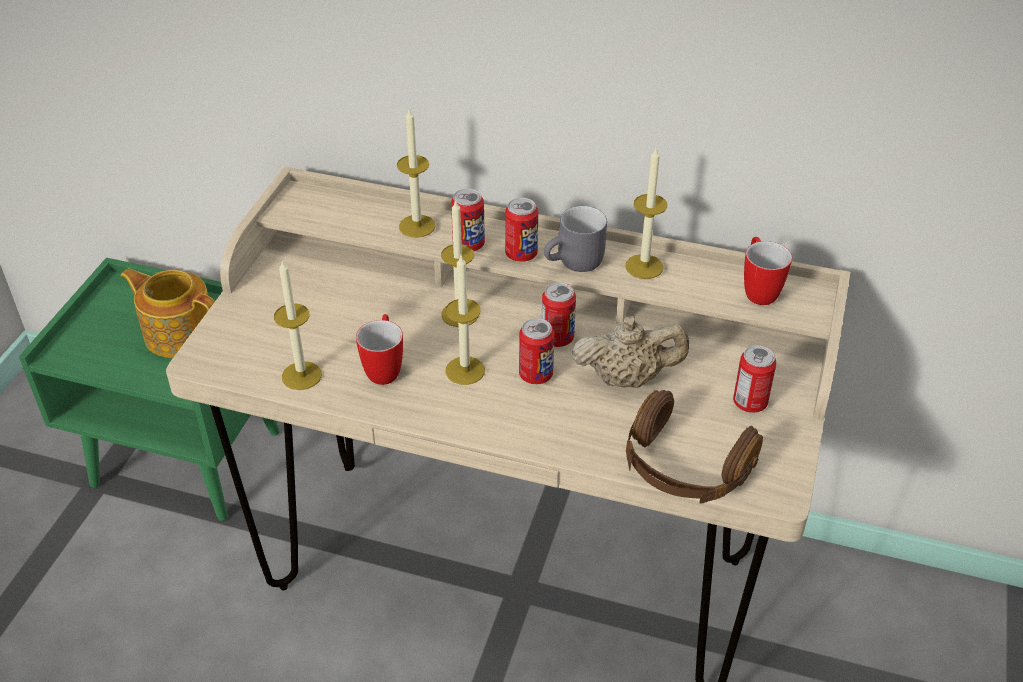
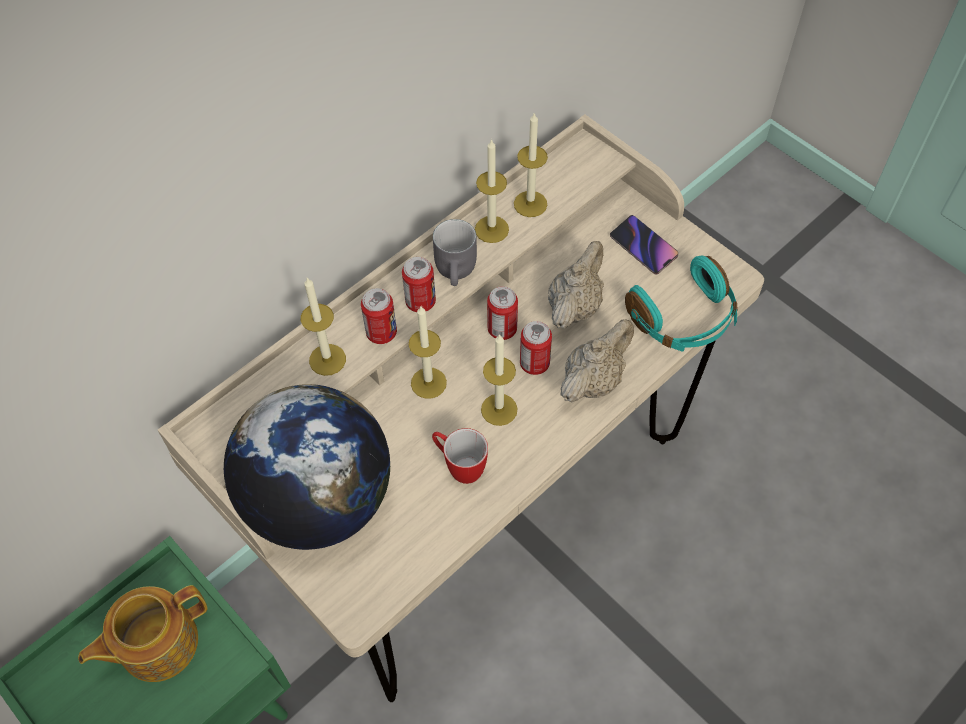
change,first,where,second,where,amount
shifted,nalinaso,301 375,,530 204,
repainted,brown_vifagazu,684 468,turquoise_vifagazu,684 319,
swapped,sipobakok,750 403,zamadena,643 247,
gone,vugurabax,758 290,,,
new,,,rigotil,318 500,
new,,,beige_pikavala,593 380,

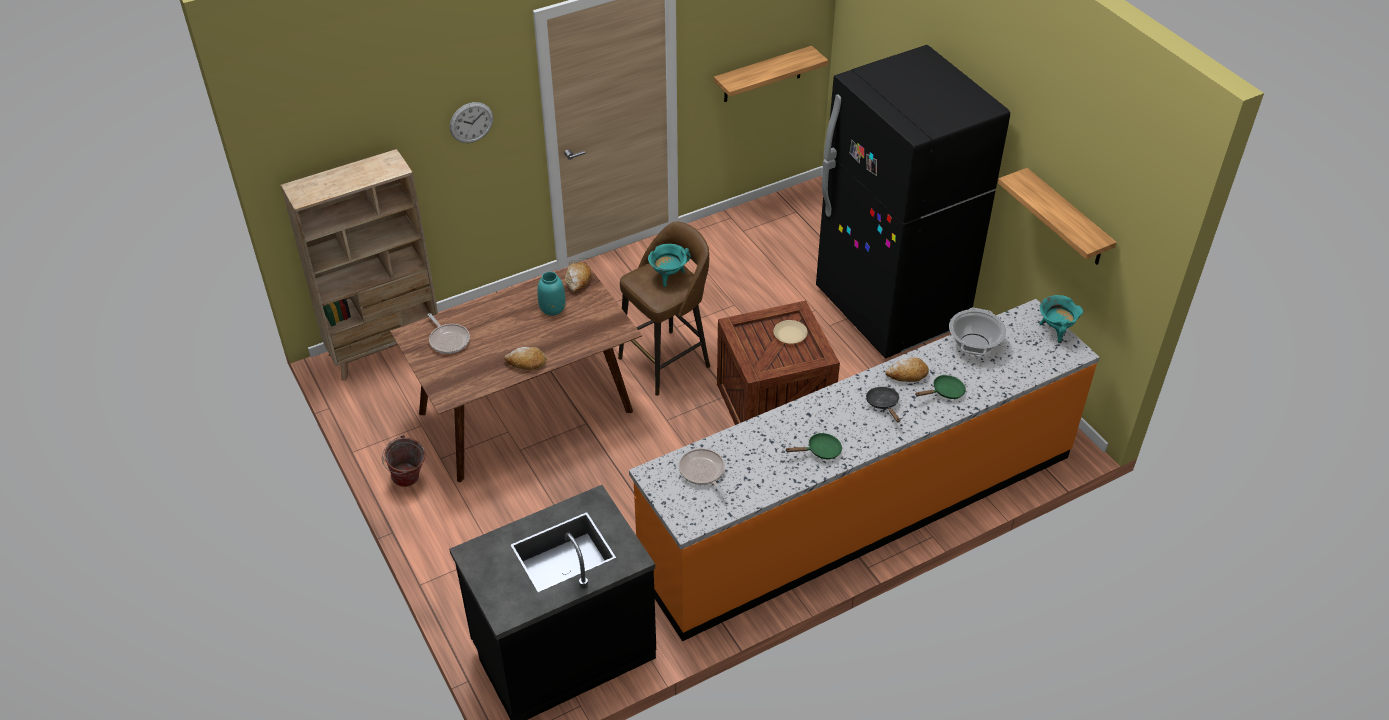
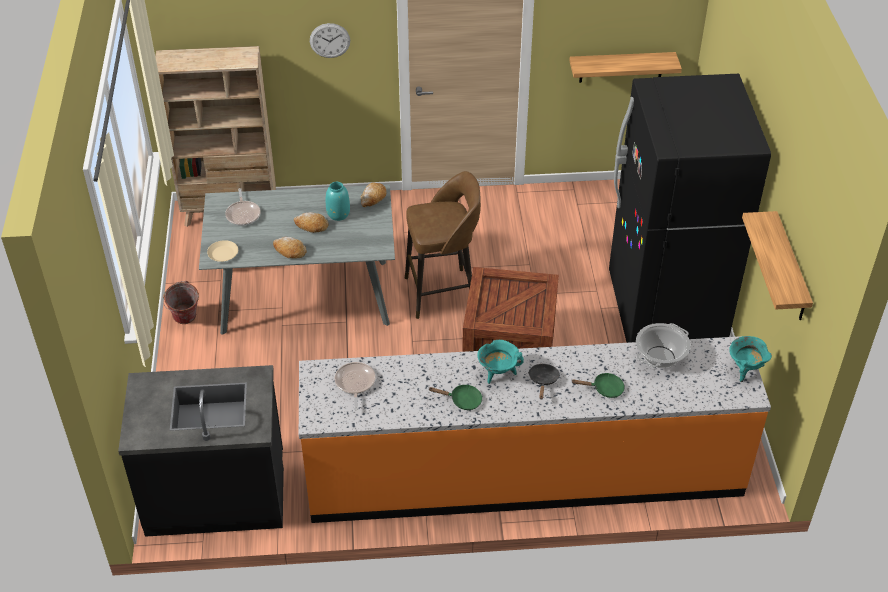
change,first,where,second,where,amount
repainted,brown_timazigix,526 411,grey_timazigix,306 296,
shifted,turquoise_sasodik,668 276,,498 373,
shifted,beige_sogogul,790 335,,223 254,
shifted,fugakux,907 375,,311 226,

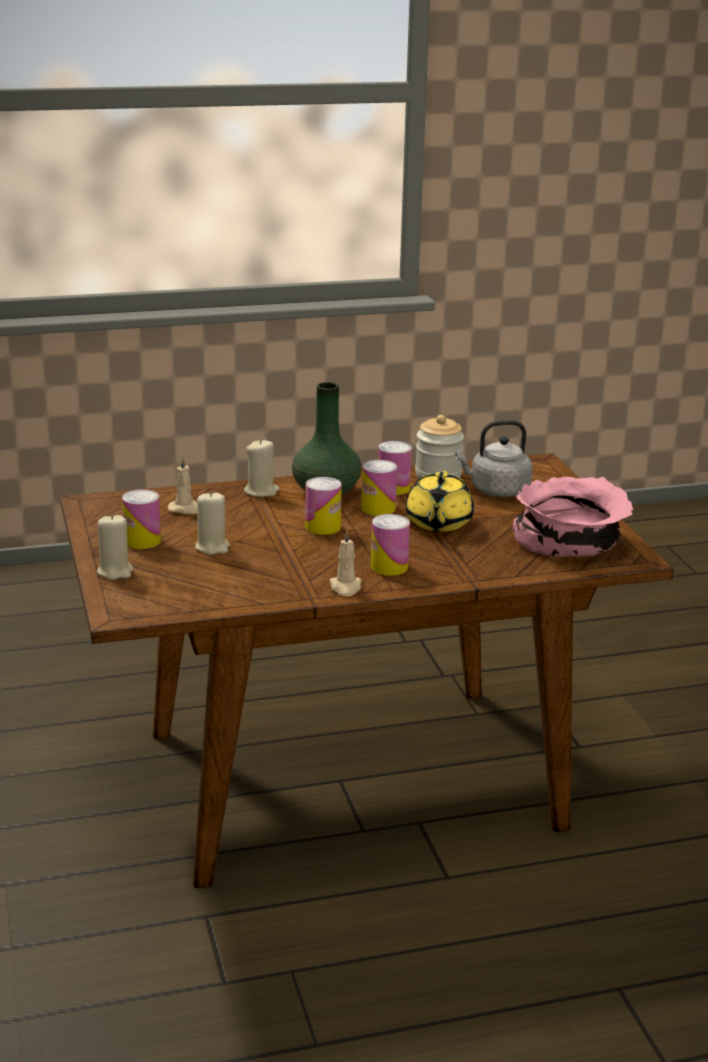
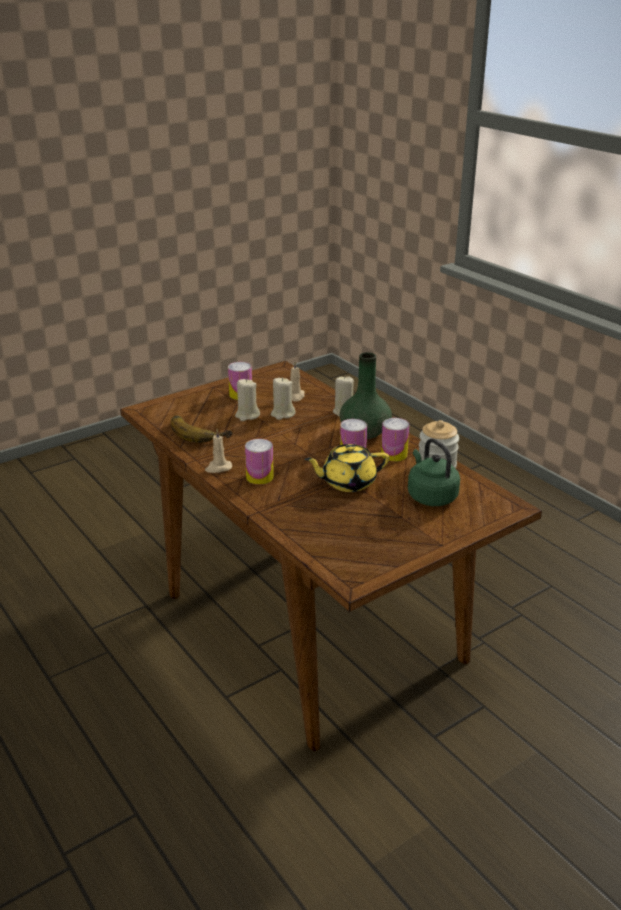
change,first,where,second,where,amount
shifted,beige_nalinaso,115 571,,282 414,
gone,sipobakok,323 527,,,
repainted,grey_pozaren,496 491,green_pozaren,430 496,
gone,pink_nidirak,570 541,,,
new,,,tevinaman,199 431,

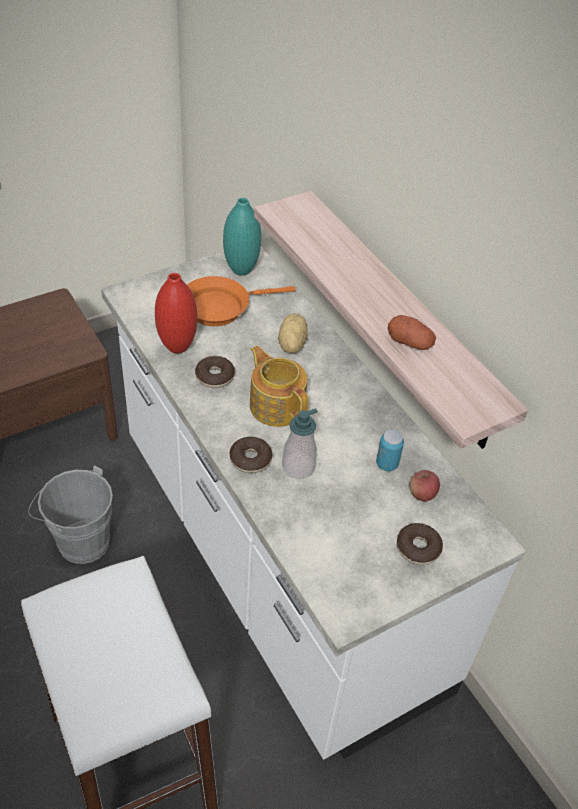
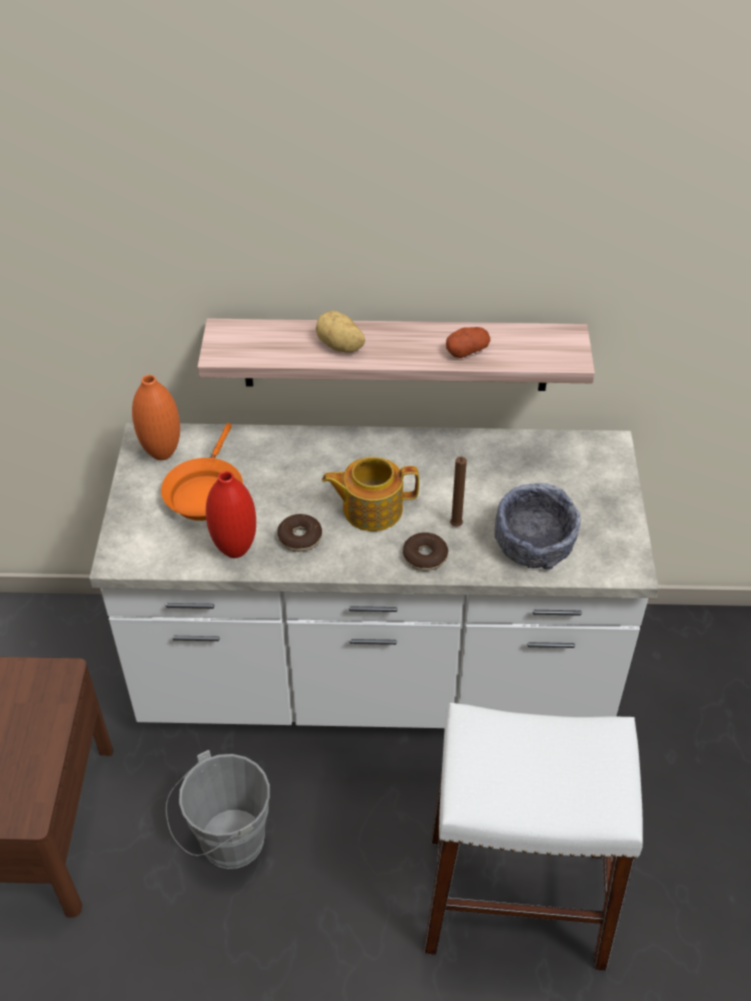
change,first,where,second,where,amount
repainted,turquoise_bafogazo,241 270,orange_bafogazo,162 453,
shifted,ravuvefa,290 344,,340 346,
swapped,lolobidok,298 466,brown_nalinaso,456 527,
gone,sipobakok,387 464,,,
gone,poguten,418 548,,,
gone,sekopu,422 494,,,
new,,,grey_nidirak,534 545,

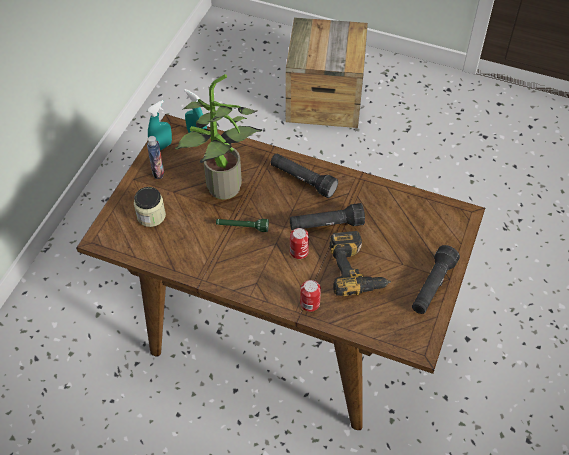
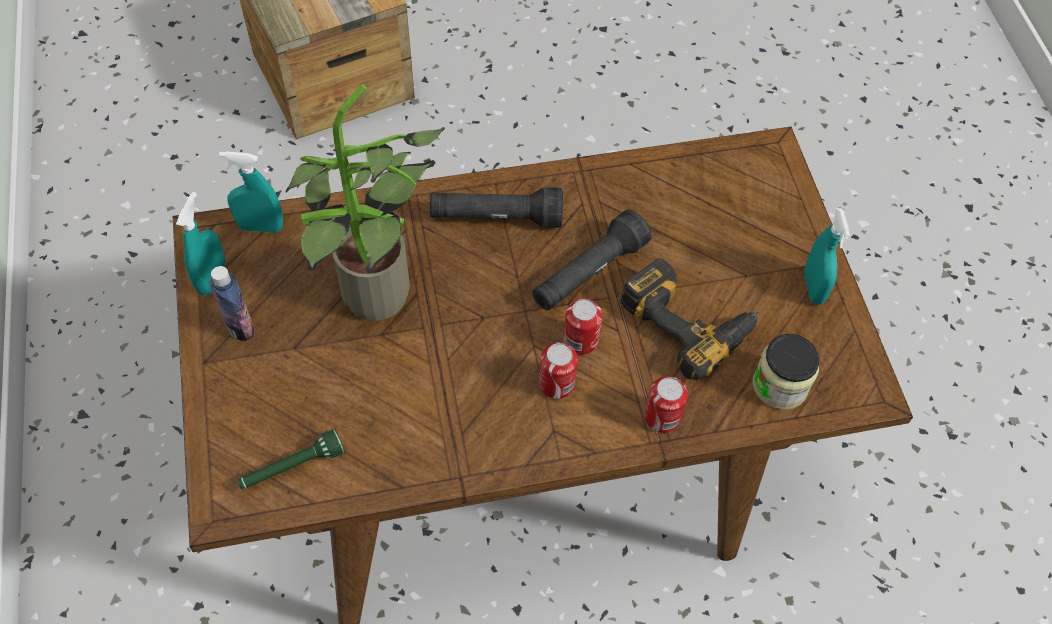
change,first,where,second,where,amount
shifted,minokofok,151 216,,780 385,
shifted,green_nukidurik,242 227,,292 467,
swapped,black_nukidurik,432 286,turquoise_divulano,813 287,
new,,,sipobakok,556 384,

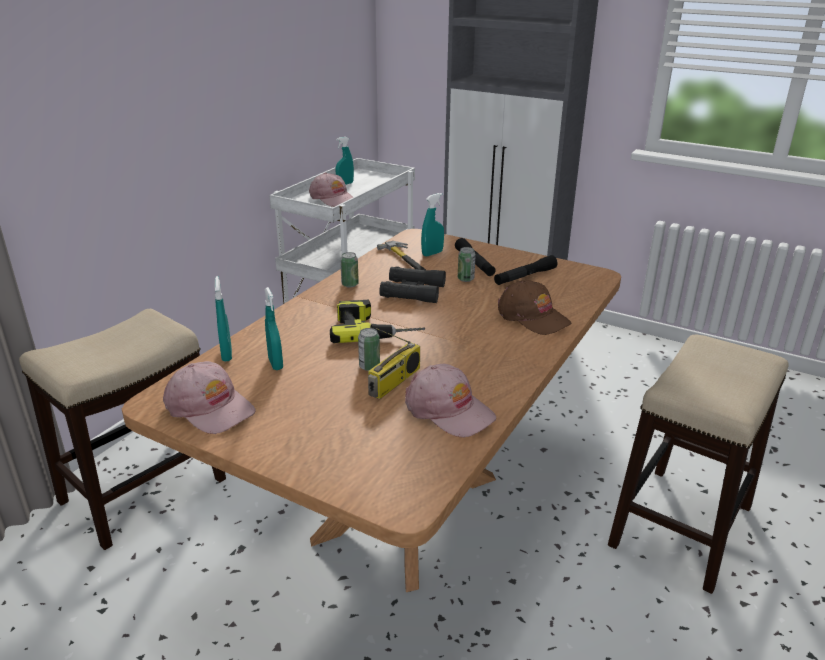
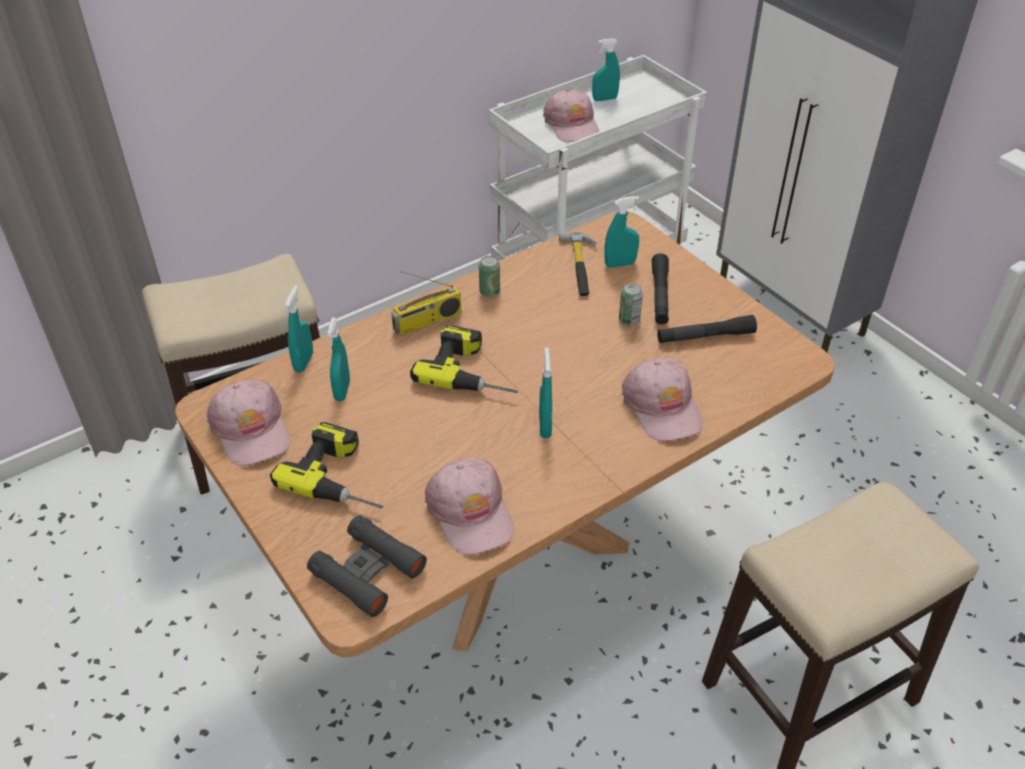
change,first,where,second,where,amount
gone,sipobakok,369 366,,,
shifted,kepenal,395 382,,427 322,
shifted,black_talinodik,413 291,,367 571,
repainted,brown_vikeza,532 317,pink_vikeza,662 407,
new,,,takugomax,343 476,
new,,,turquoise_divulano,545 426,

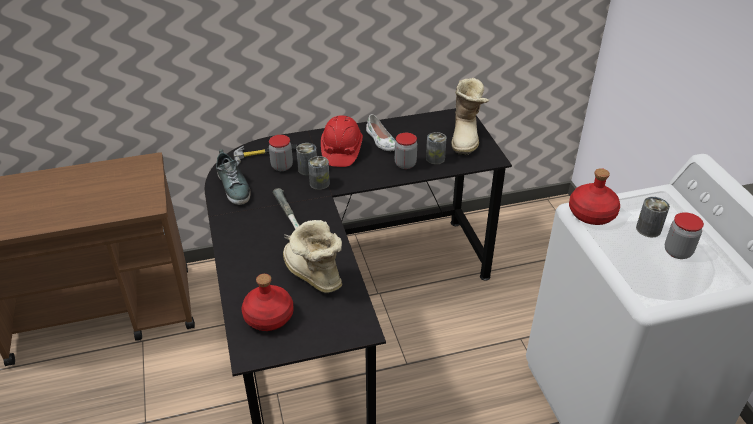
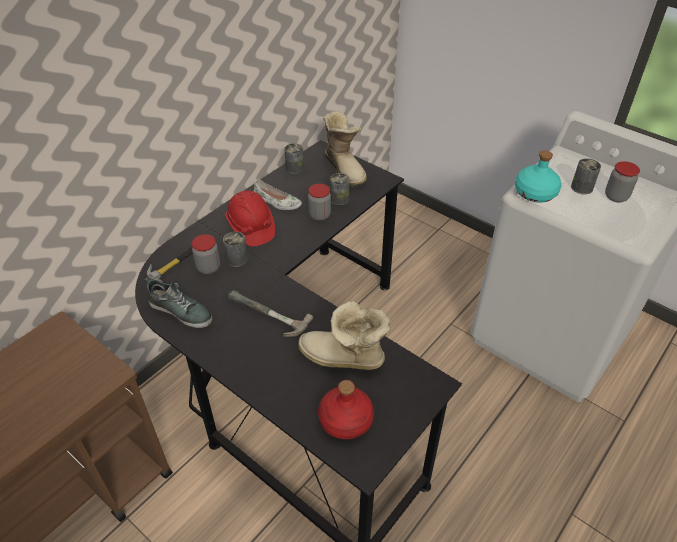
change,first,where,second,where,amount
shifted,sipobakok,319 183,,294 168,
repainted,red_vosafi,591 214,turquoise_vosafi,534 193,

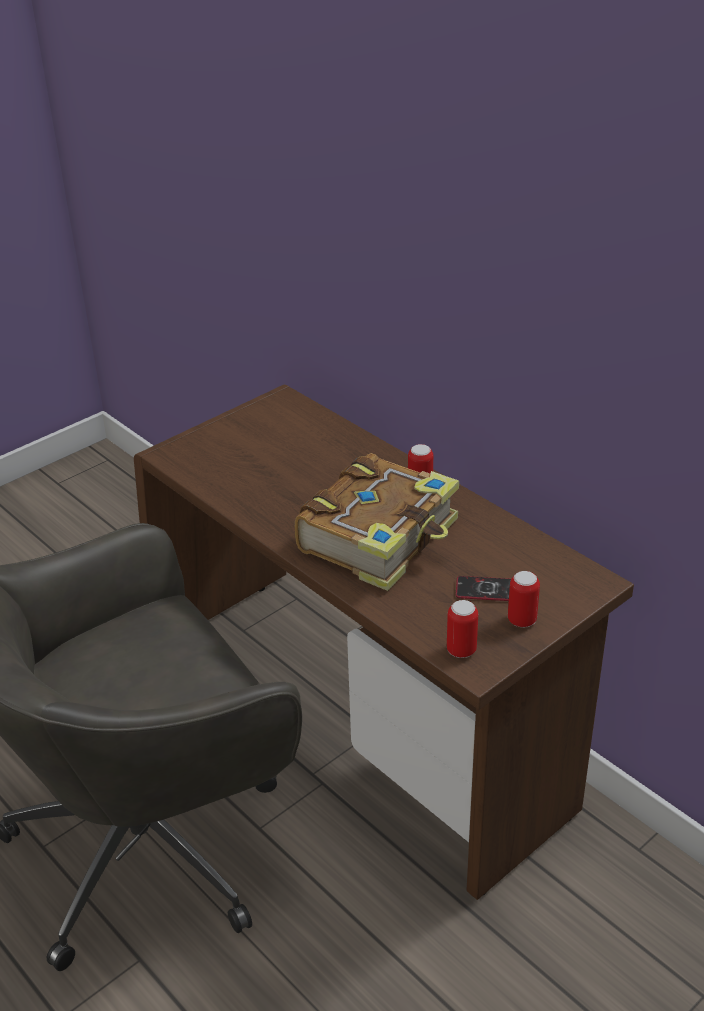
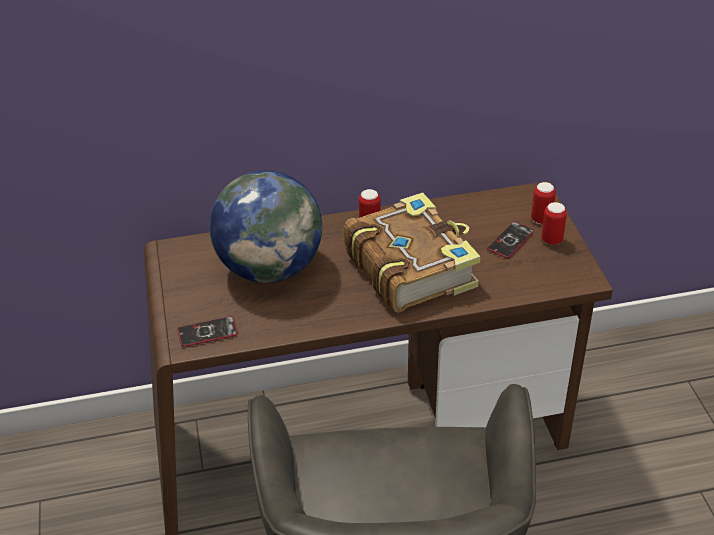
change,first,where,second,where,amount
shifted,sipobakok,461 650,,541 219,
new,,,zamadena,207 332,
new,,,rigotil,270 268,

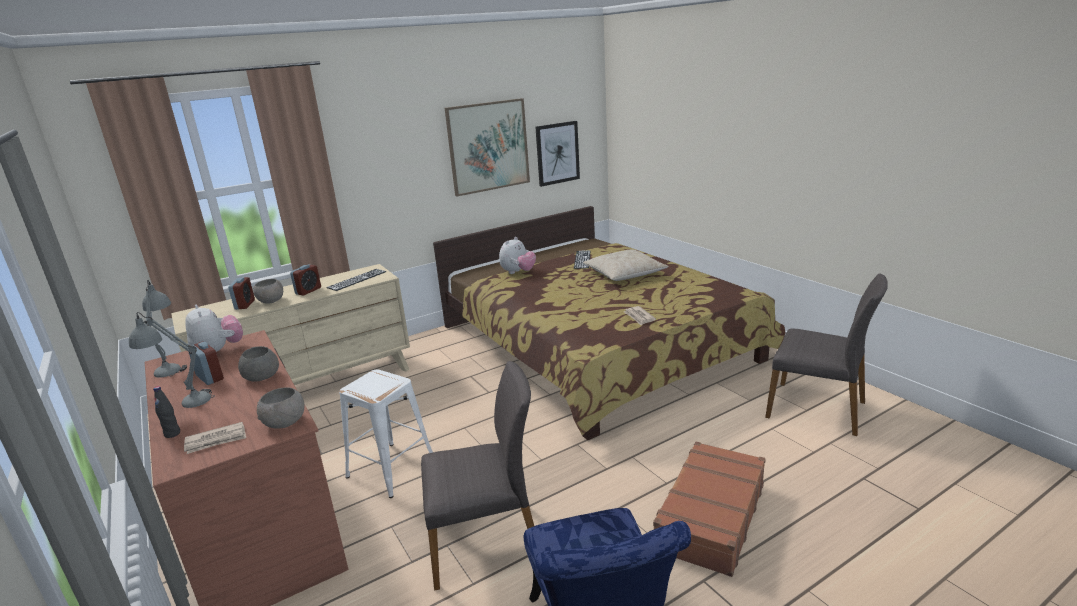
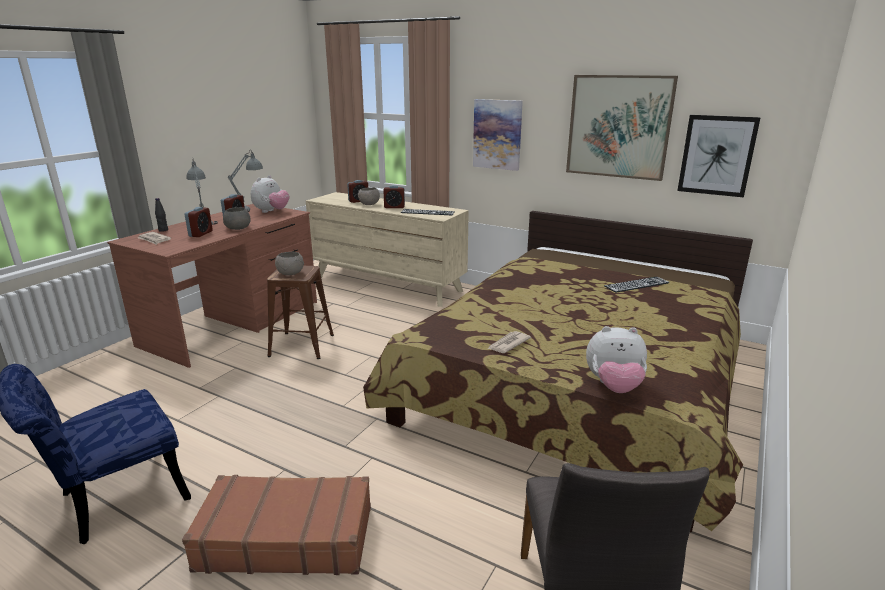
change,first,where,second,where,amount
shifted,grey_nidirak,286 422,,291 273,
repainted,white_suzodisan,392 468,brown_suzodisan,302 345,
gone,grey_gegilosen,486 542,,,
shifted,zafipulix,518 272,,613 386,
gone,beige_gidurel,624 274,,,
new,,,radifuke,200 234,
new,,,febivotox,497 134,

